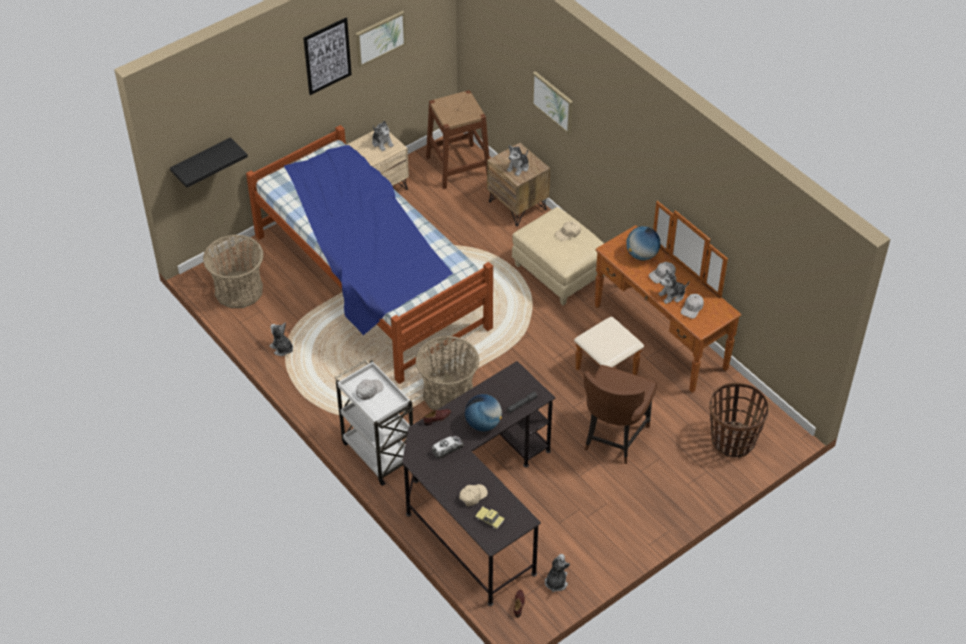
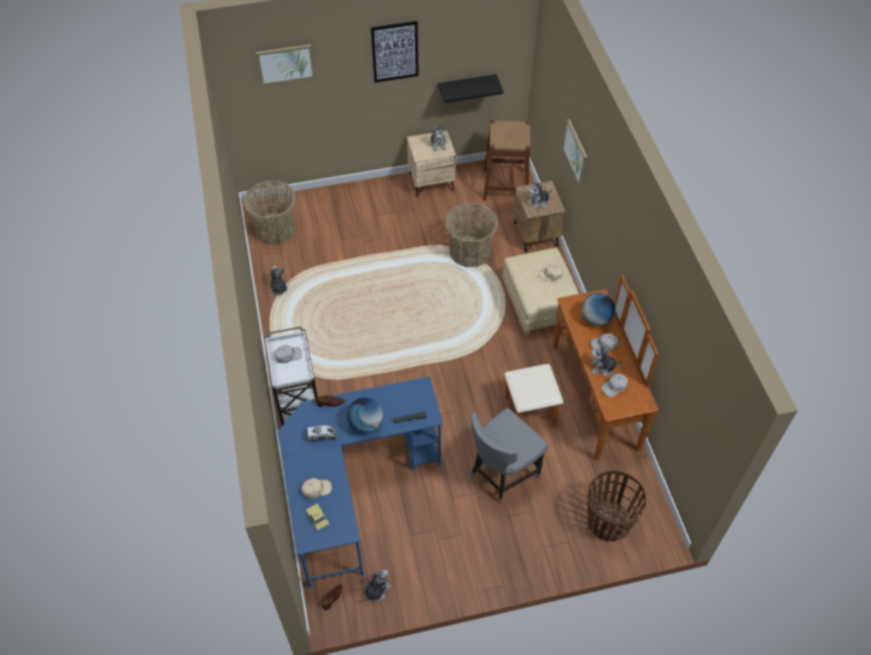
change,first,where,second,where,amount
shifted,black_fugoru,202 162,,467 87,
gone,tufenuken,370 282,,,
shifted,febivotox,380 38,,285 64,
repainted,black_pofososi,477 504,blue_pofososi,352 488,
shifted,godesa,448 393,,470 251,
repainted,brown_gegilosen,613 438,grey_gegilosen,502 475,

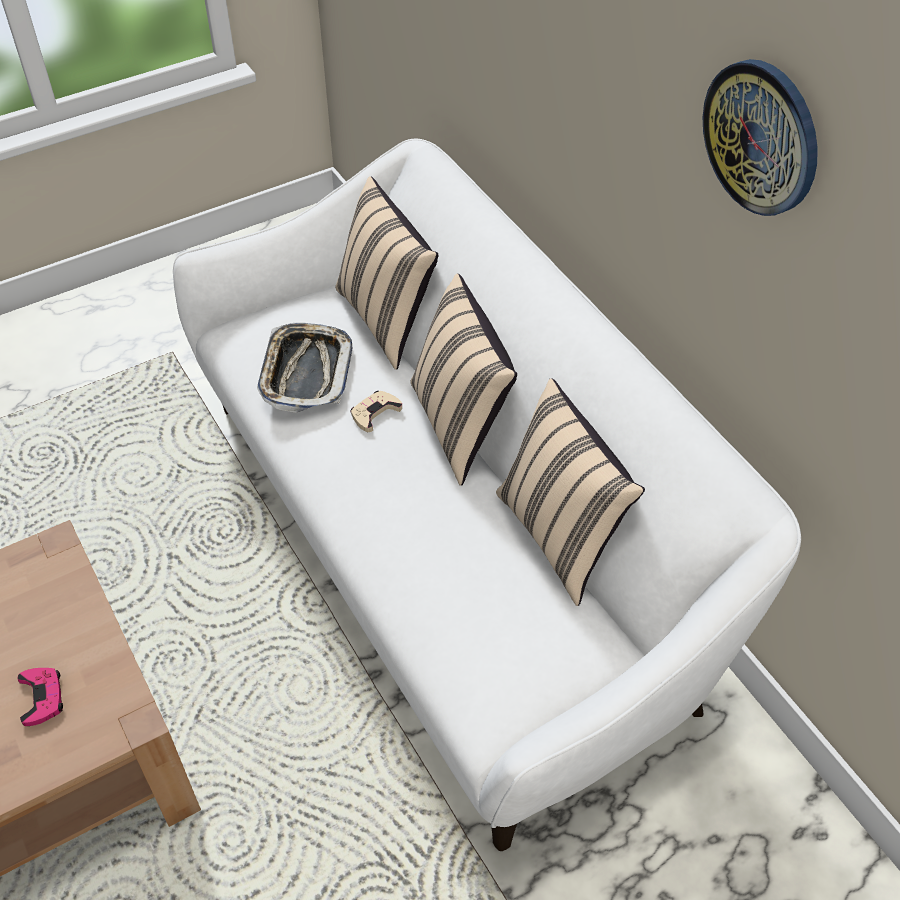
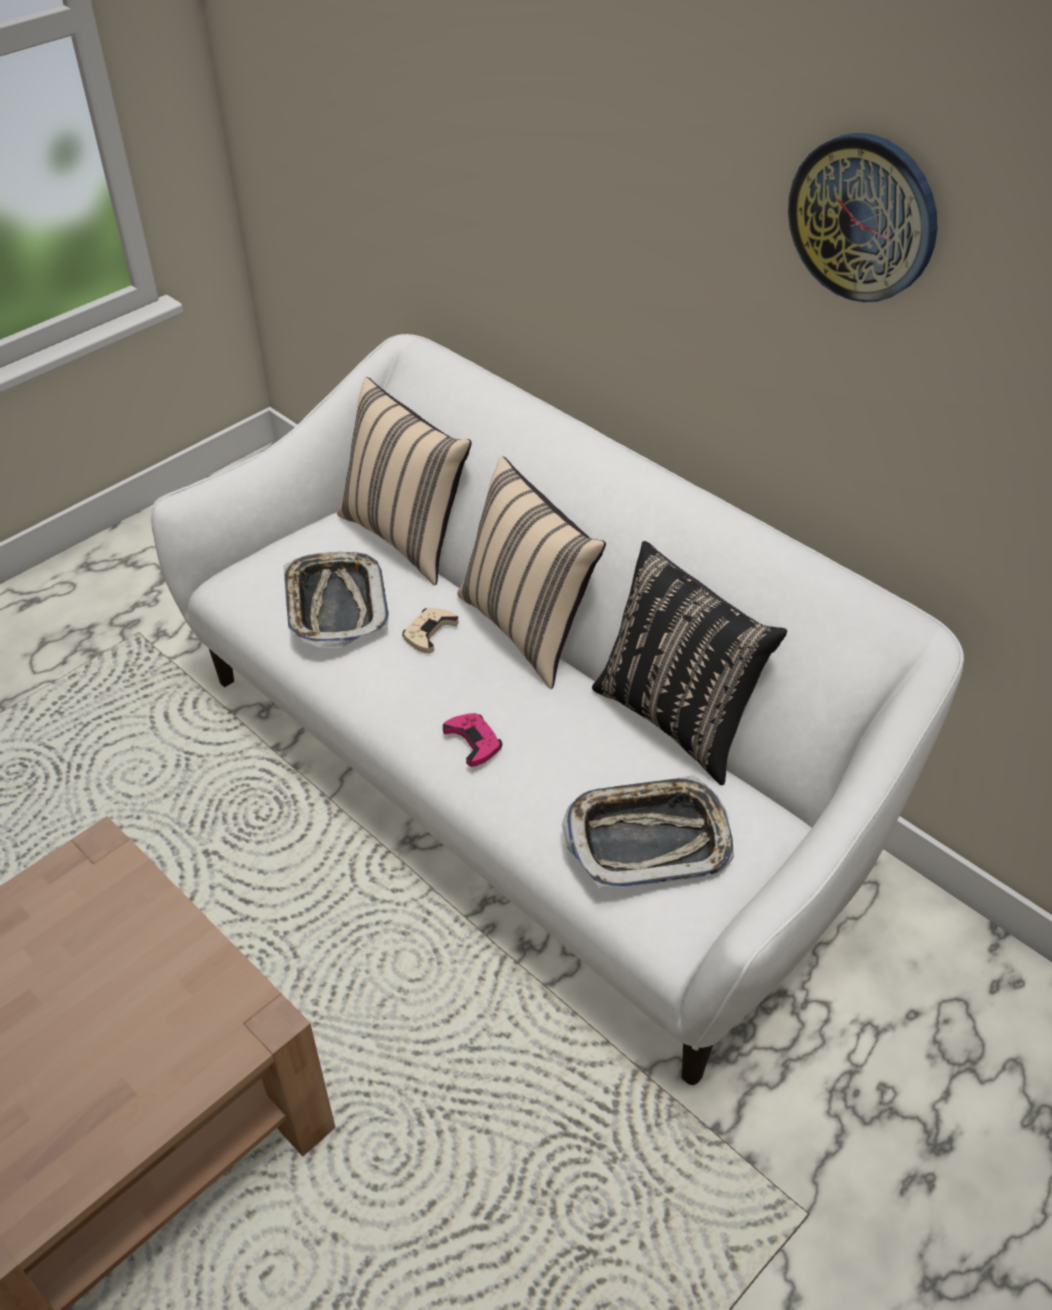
change,first,where,second,where,amount
shifted,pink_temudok,42 697,,473 741,
repainted,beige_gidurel,560 536,black_gidurel,677 718,
new,,,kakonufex,648 839,

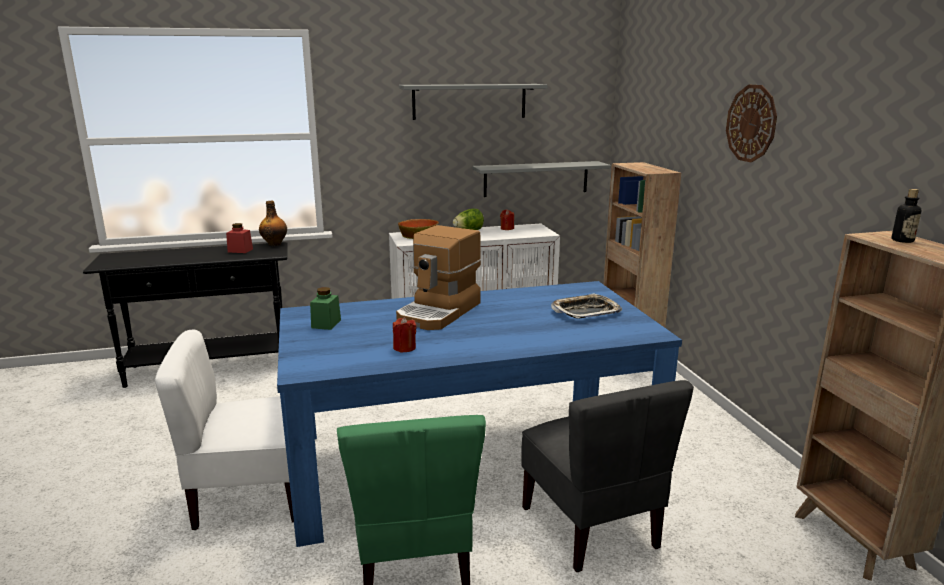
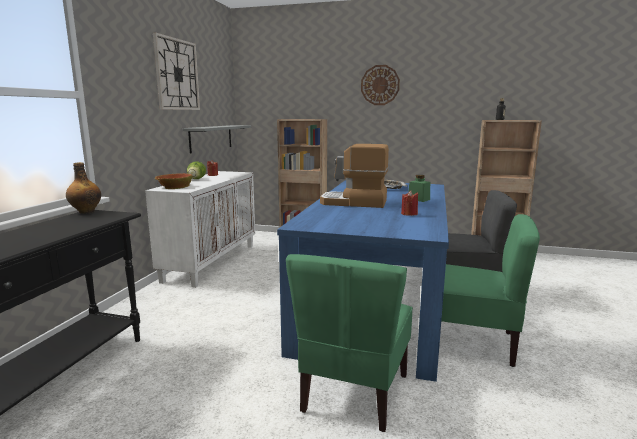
change,first,where,second,where,amount
repainted,white_gegilosen,251 497,green_gegilosen,353 393,
gone,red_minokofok,240 250,,,
shifted,green_minokofok,326 324,,418 199,
rotated,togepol,440 312,,354 202,135 degrees clockwise
swapped,grey_fugoru,469 101,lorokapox,177 74,

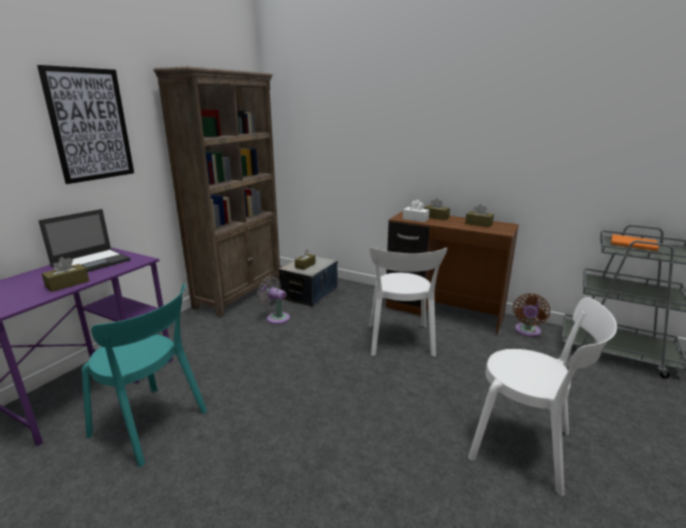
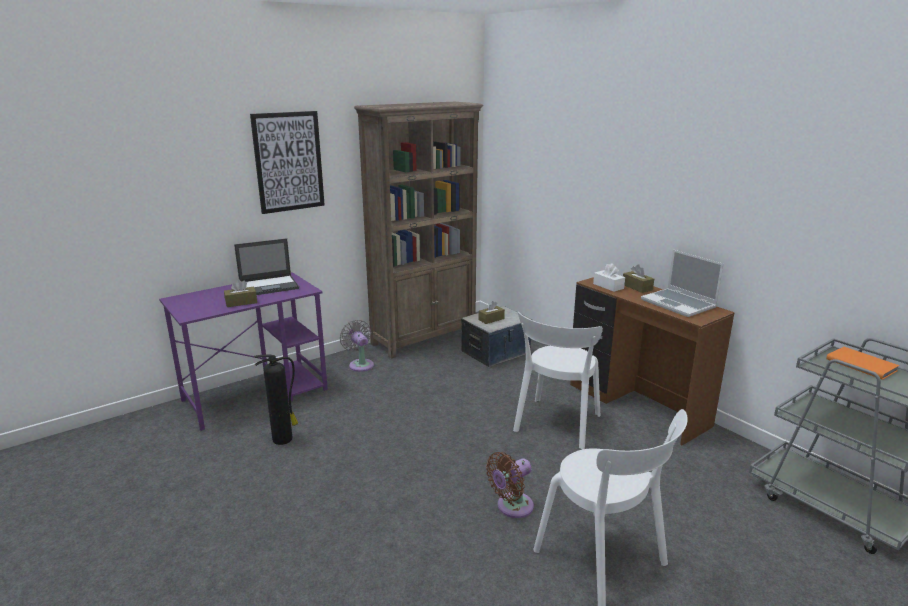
change,first,where,second,where,amount
swapped,turquoise_gegilosen,152 425,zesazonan,283 439,
shifted,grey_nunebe,276 317,,360 364,
swapped,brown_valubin,478 224,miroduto,679 304,
shifted,brown_nunebe,527 331,,512 507,

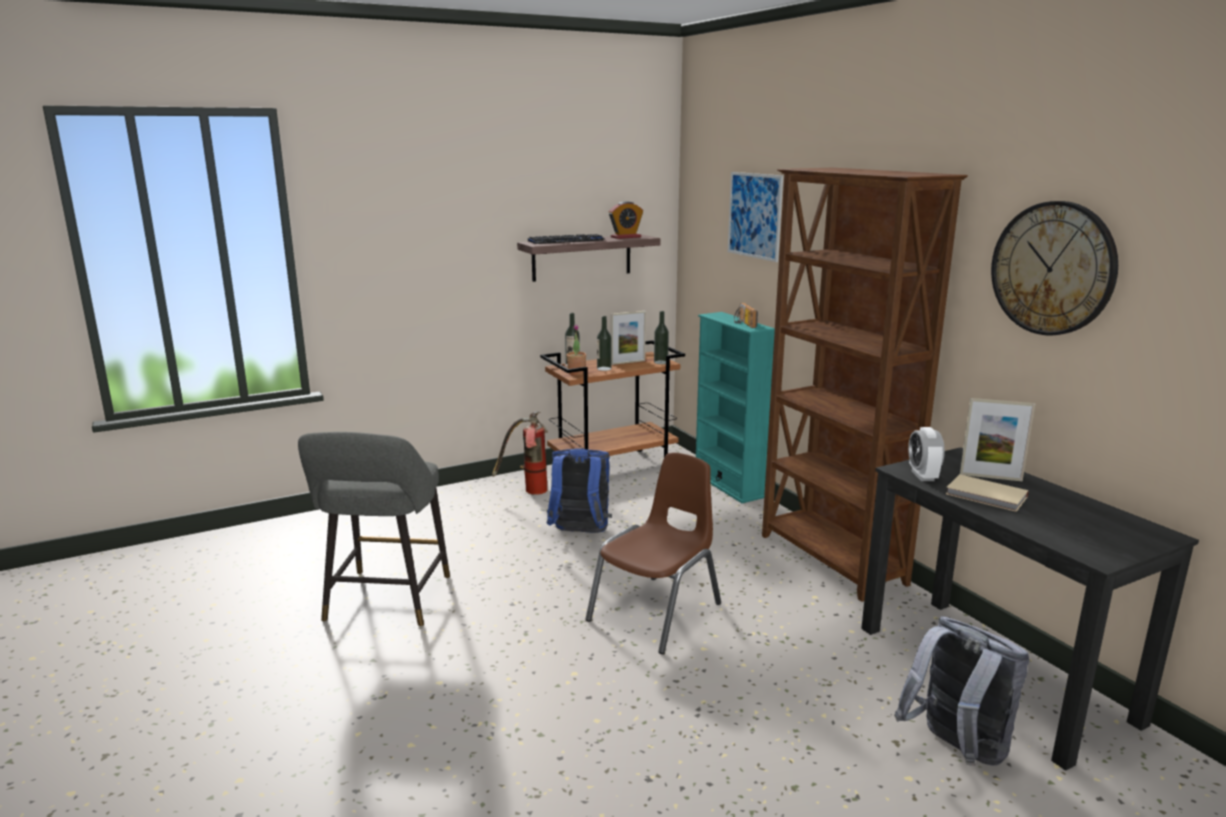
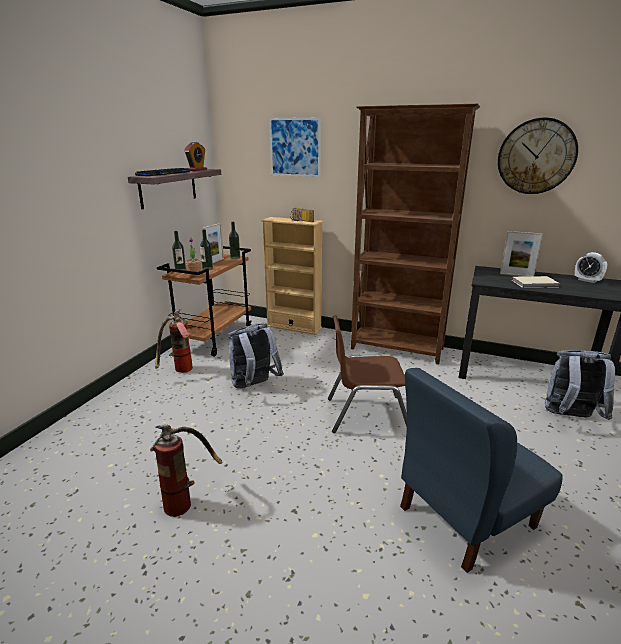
change,first,where,second,where,amount
swapped,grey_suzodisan,385 602,zesazonan,186 498,
repainted,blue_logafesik,579 533,grey_logafesik,254 386,
rotated,brown_gegilosen,657 613,,366 414,90 degrees counterclockwise
repainted,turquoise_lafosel,728 485,beige_lafosel,294 327,
shifted,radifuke,922 476,,587 280,
rotated,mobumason,990 477,,516 275,45 degrees clockwise
new,,,blue_gegilosen,465 516,

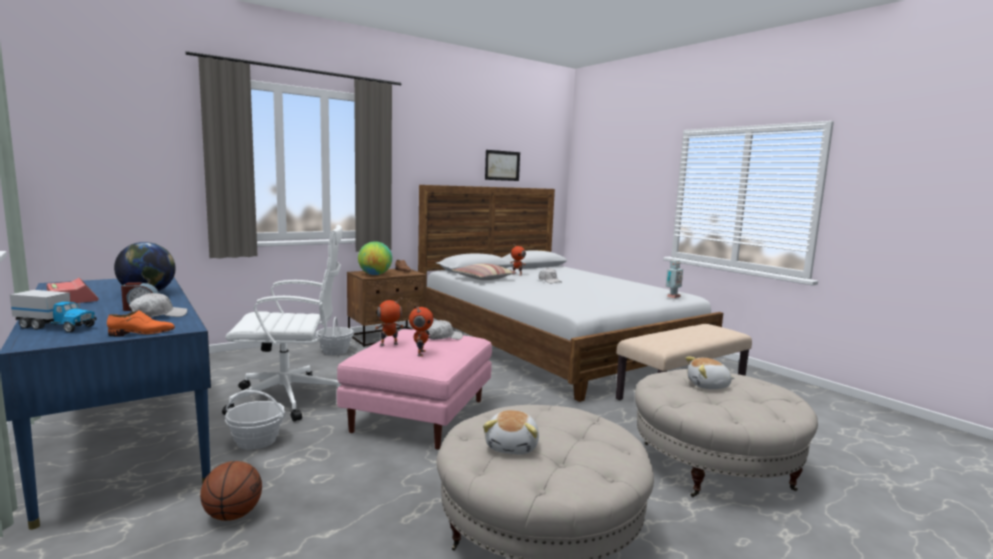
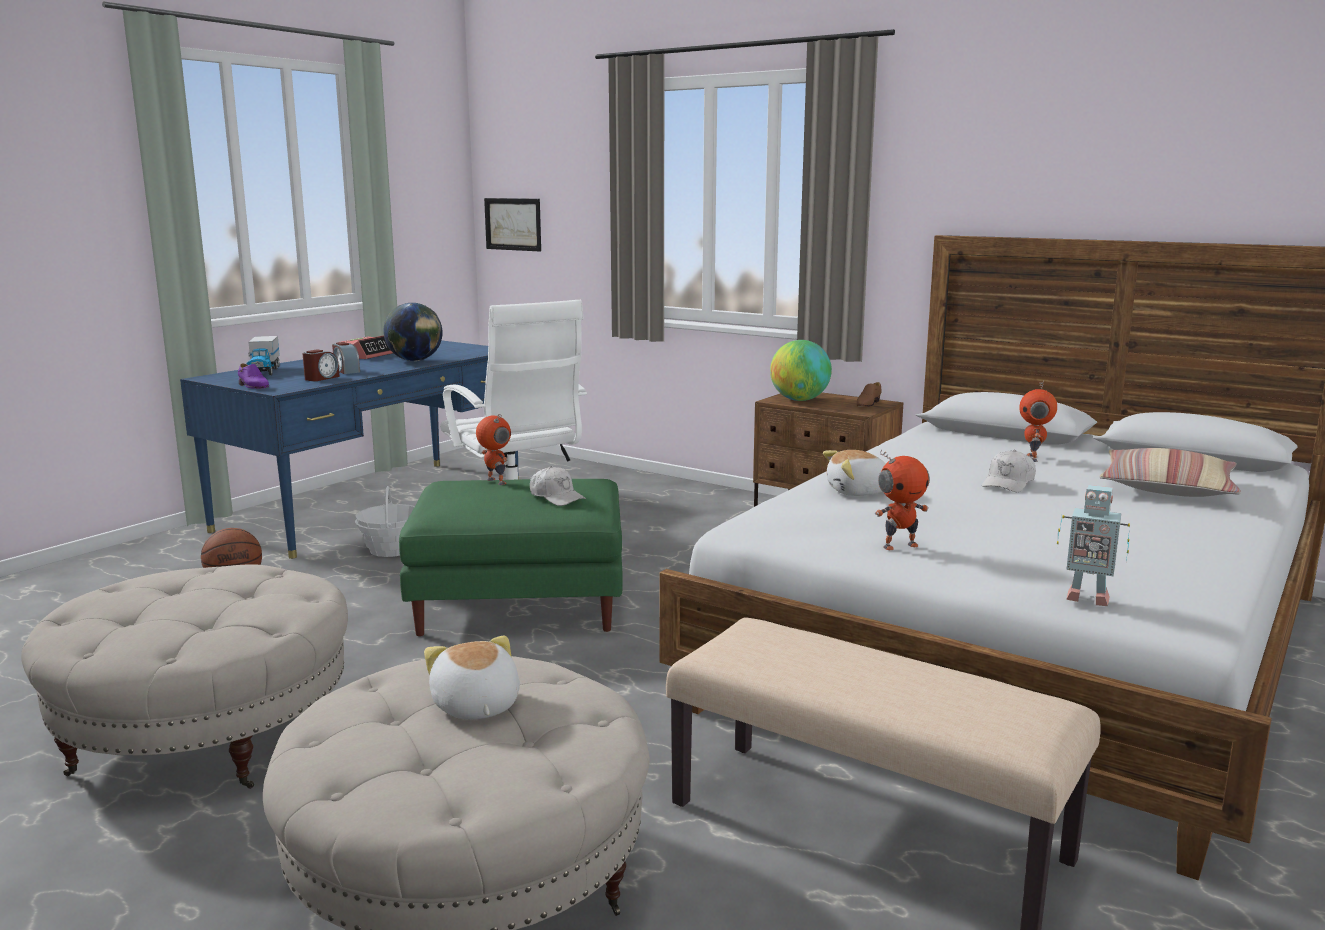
change,first,where,second,where,amount
repainted,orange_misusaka,142 333,purple_misusaka,253 386,
swapped,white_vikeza,158 316,radifuke,321 378,
gone,godesa,335 351,,,
repainted,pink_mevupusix,420 414,green_mevupusix,522 604,
shifted,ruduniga,420 353,,899 546,
shifted,gidurel,483 278,,1167 488,
shifted,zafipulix,513 446,,858 492,
shifted,febivotox,502 165,,513 224,

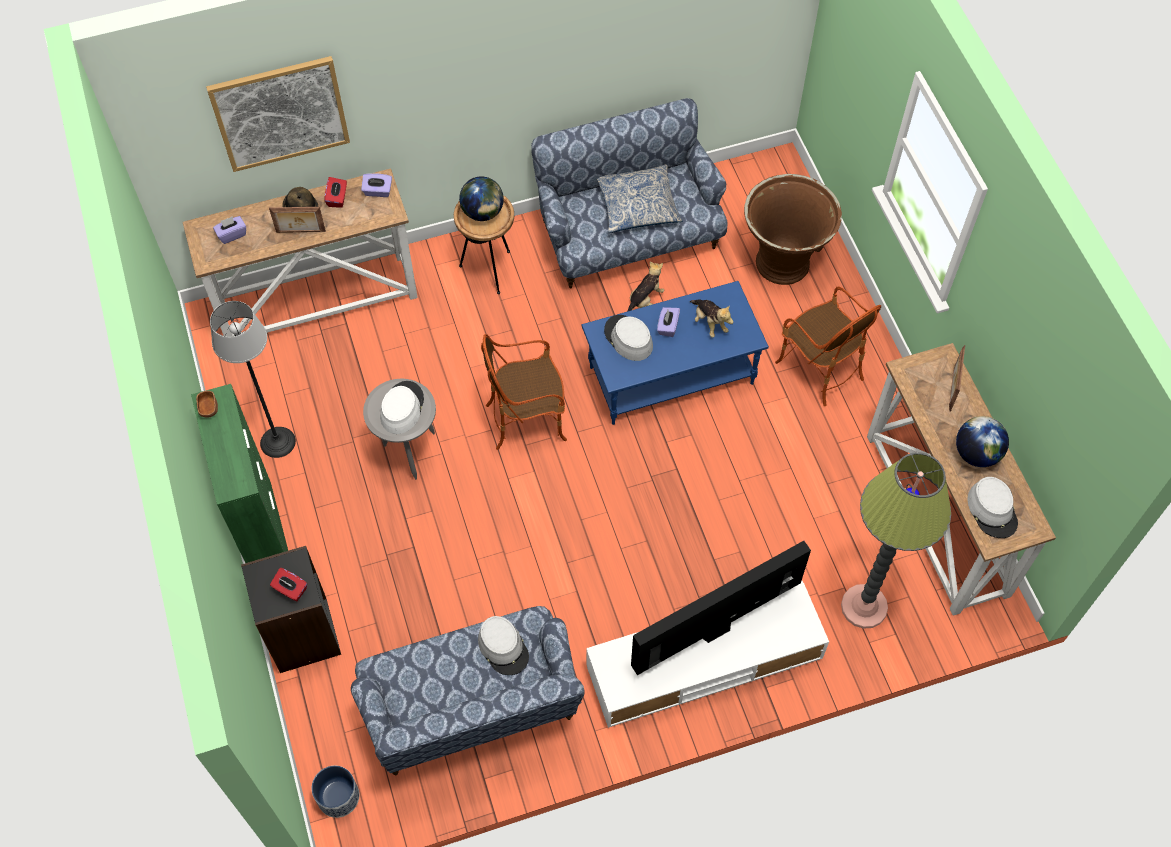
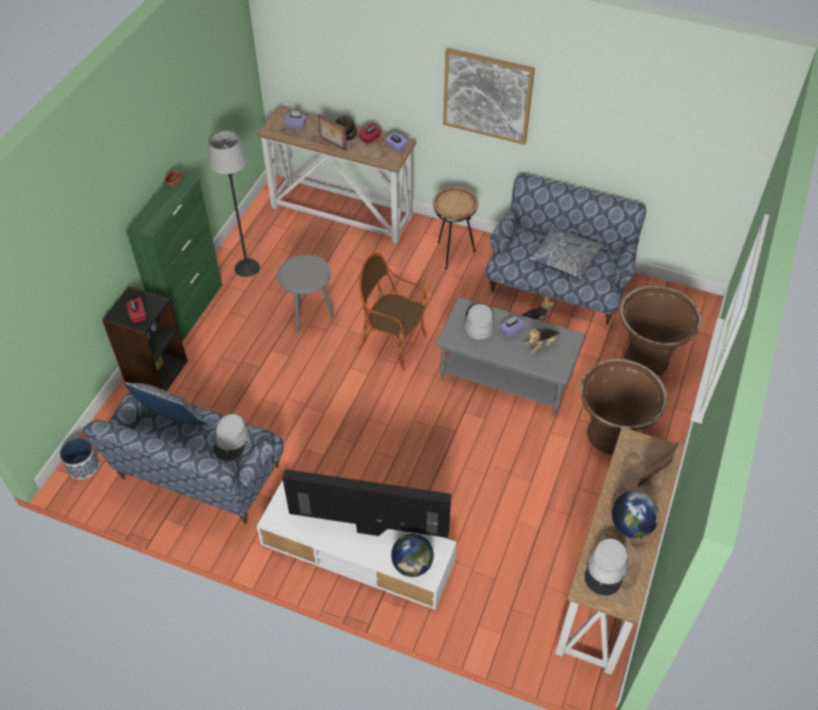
change,first,where,second,where,amount
shifted,febivotox,280 113,,487 96,
gone,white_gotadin,401 408,,,
shifted,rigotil,482 212,,412 565,
repainted,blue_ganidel,671 374,grey_ganidel,507 376,
rotated,zafipulix,709 323,,540 345,45 degrees clockwise
swapped,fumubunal,819 368,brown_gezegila,611 436,
gone,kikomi,864 606,,,
new,,,gidurel,172 422,

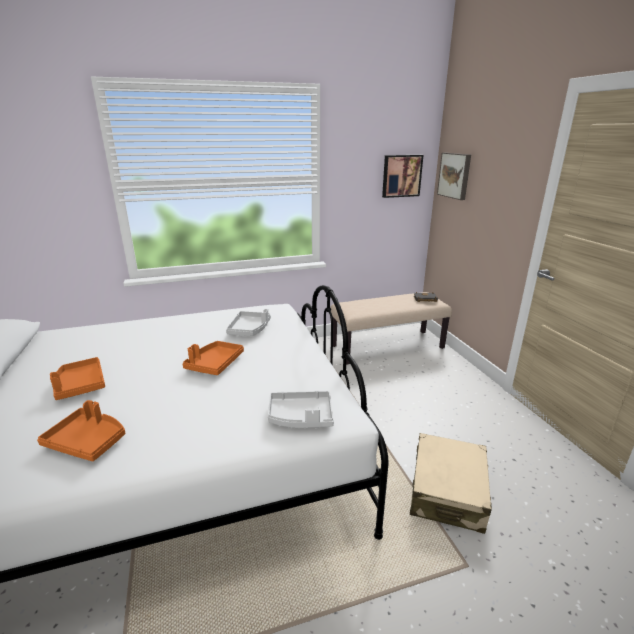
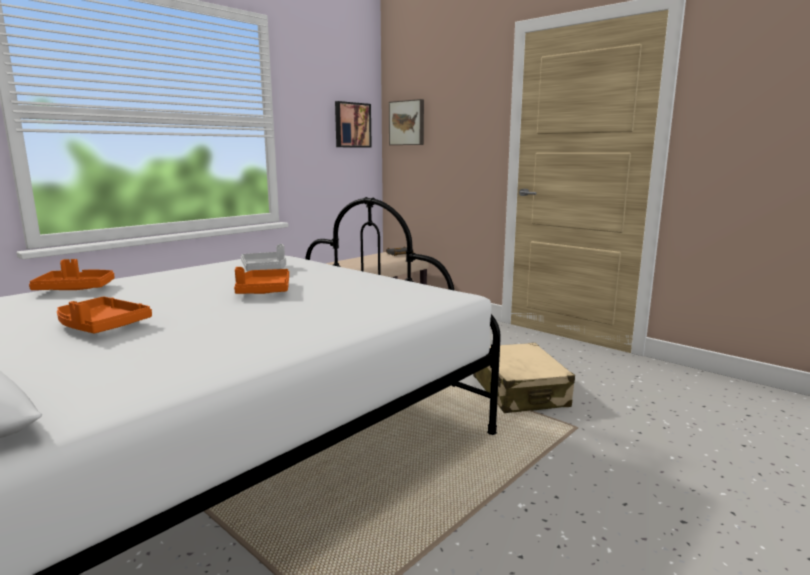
change,first,where,second,where,amount
shifted,orange_kakonufex,88 441,,76 289,
gone,grey_kakonufex,301 417,,,

